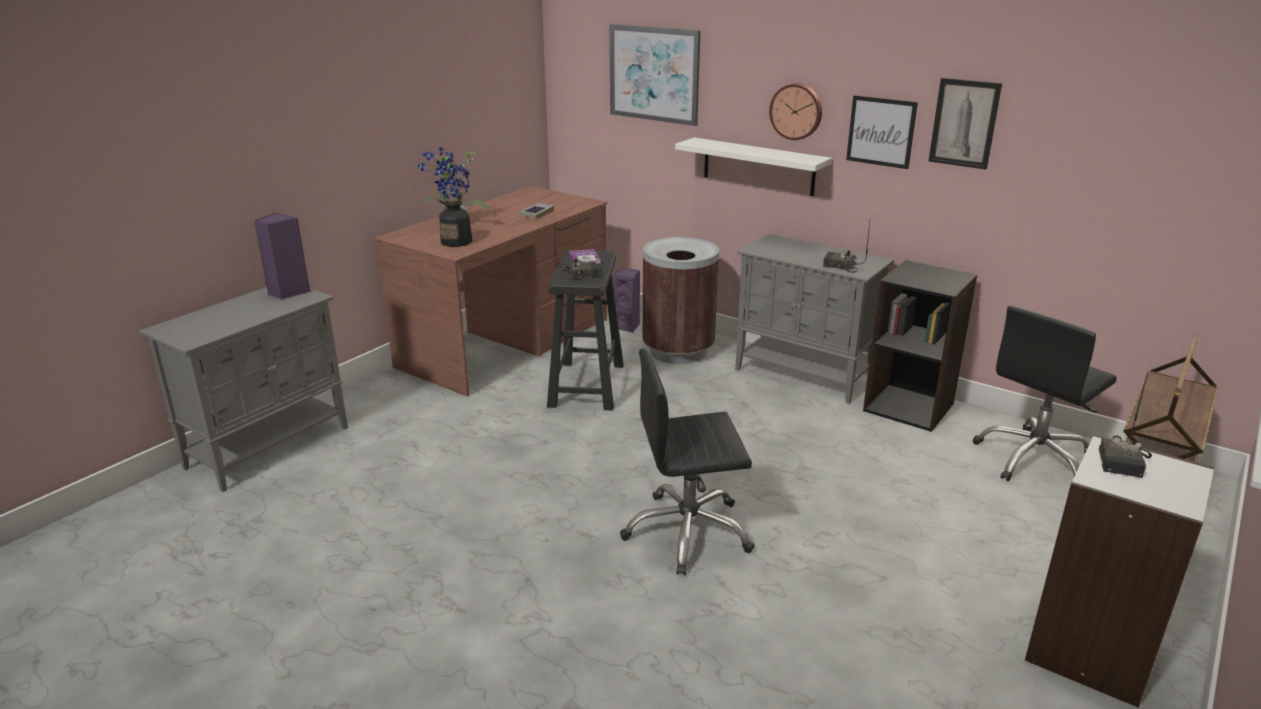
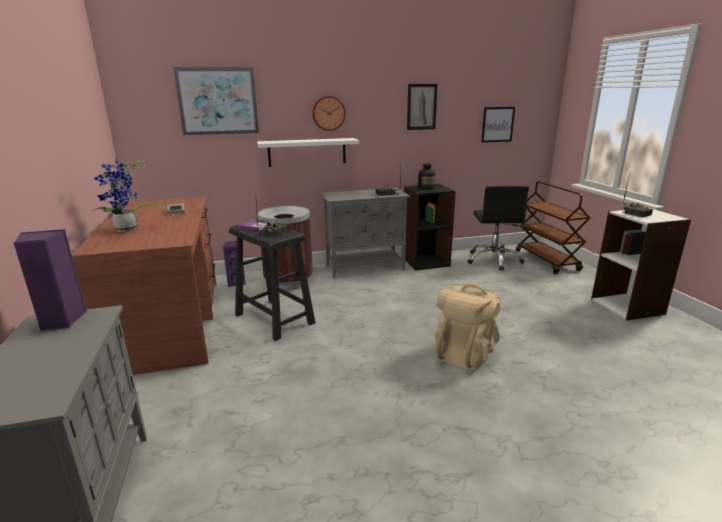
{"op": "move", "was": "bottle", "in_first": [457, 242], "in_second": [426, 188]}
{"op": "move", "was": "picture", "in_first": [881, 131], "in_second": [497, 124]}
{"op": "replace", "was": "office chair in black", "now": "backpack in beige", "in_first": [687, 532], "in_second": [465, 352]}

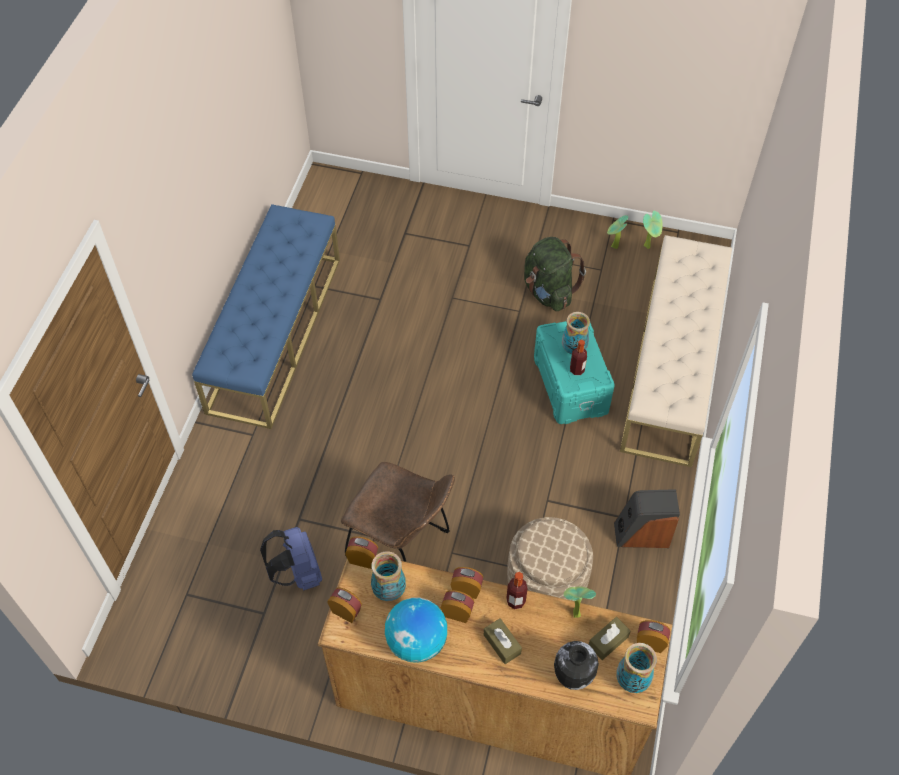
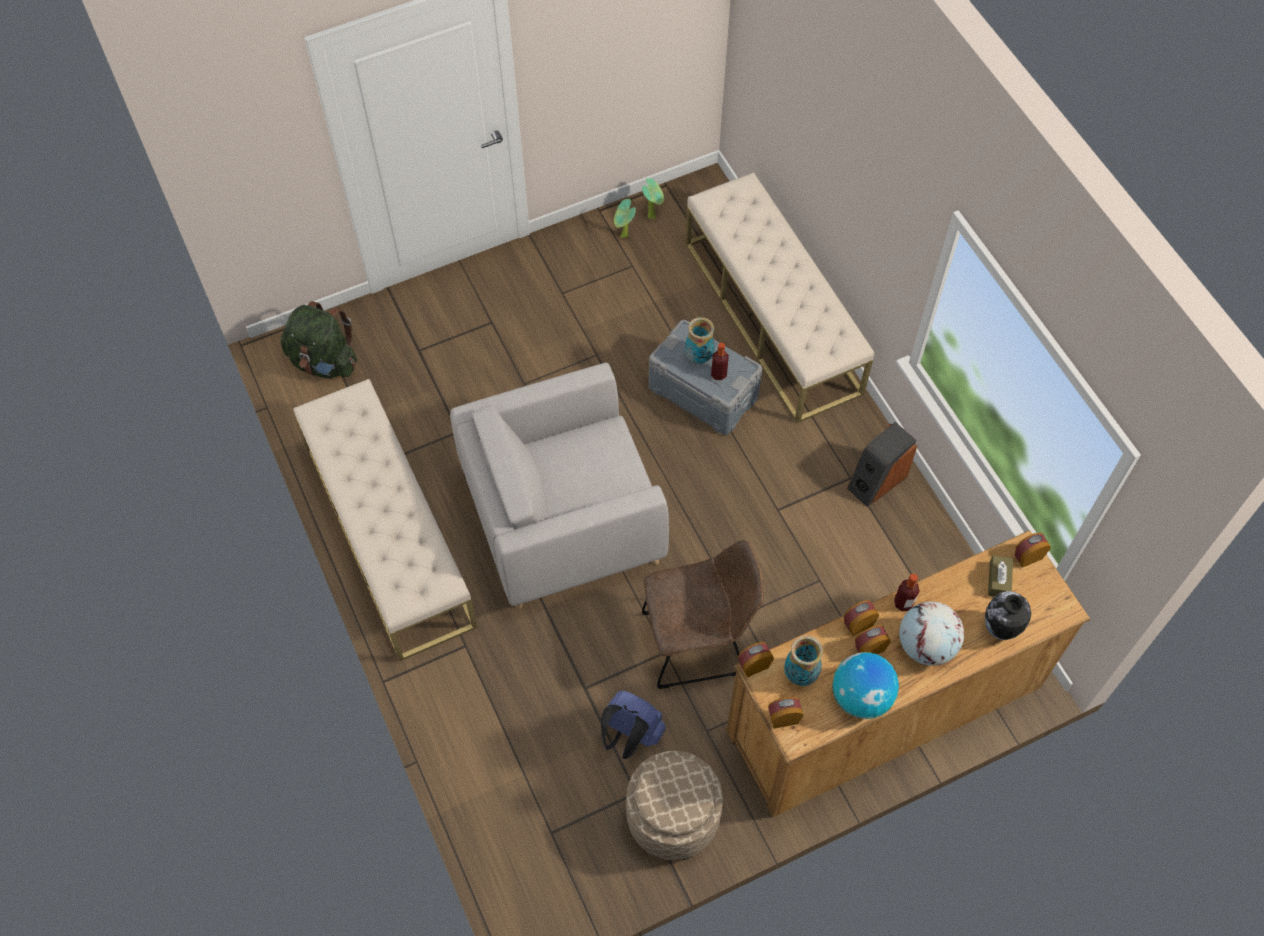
{"op": "delete", "was": "potted plant", "in_first": [574, 612]}
{"op": "delete", "was": "vase", "in_first": [631, 680]}
{"op": "insert", "now": "armchair in grey", "in_second": [562, 519]}
{"op": "move", "was": "ottoman in beige", "in_first": [546, 580], "in_second": [672, 817]}
{"op": "move", "was": "backpack in green", "in_first": [548, 292], "in_second": [324, 362]}
{"op": "replace", "was": "tissue box in brown", "now": "globe", "in_first": [502, 644], "in_second": [926, 645]}
{"op": "recolor", "was": "bench in blue", "now": "bench in beige", "in_first": [275, 333], "in_second": [389, 535]}
{"op": "recolor", "was": "storage box in turquoise", "now": "storage box in grey", "in_first": [571, 384], "in_second": [703, 391]}

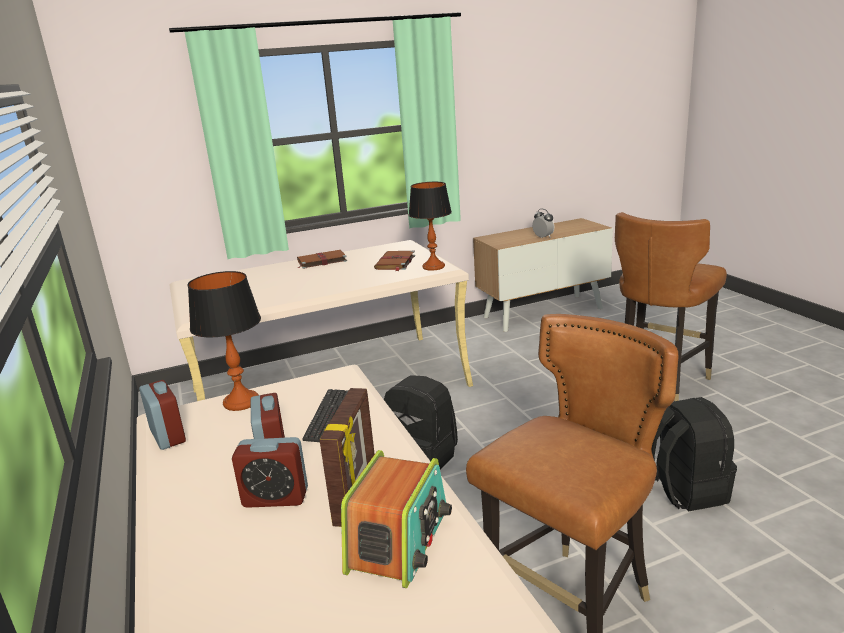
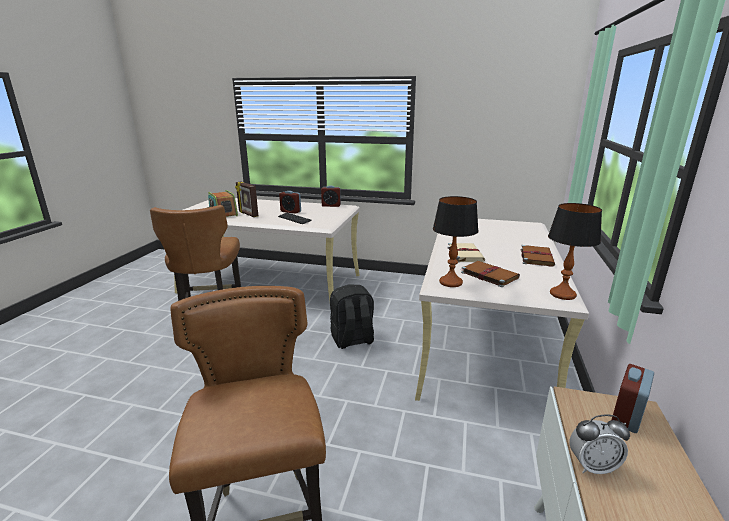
{"op": "delete", "was": "backpack in black", "in_first": [685, 490]}
{"op": "insert", "now": "book in beige", "in_second": [464, 254]}
{"op": "move", "was": "table lamp", "in_first": [242, 402], "in_second": [562, 294]}
{"op": "move", "was": "alarm clock", "in_first": [275, 498], "in_second": [627, 416]}

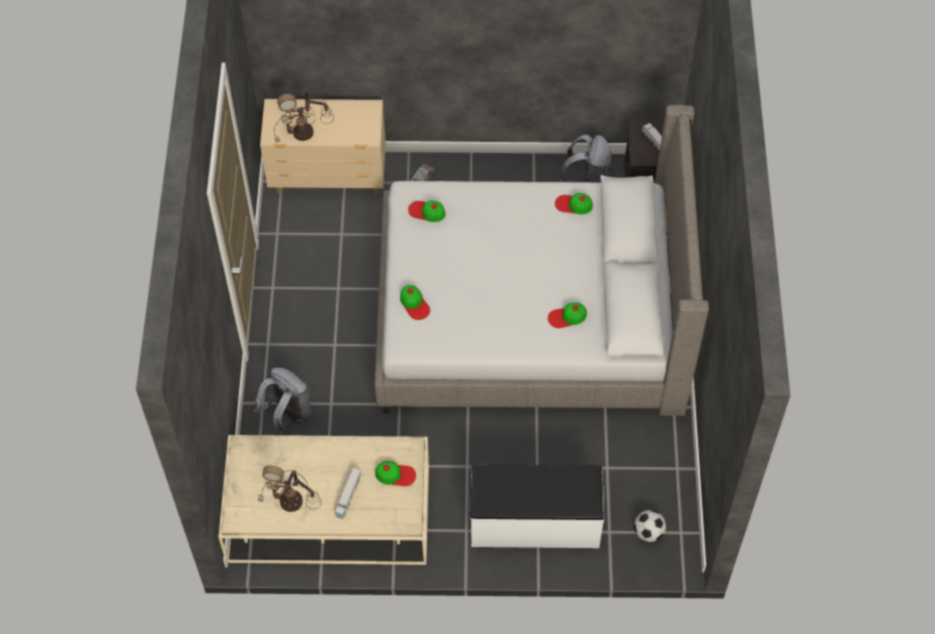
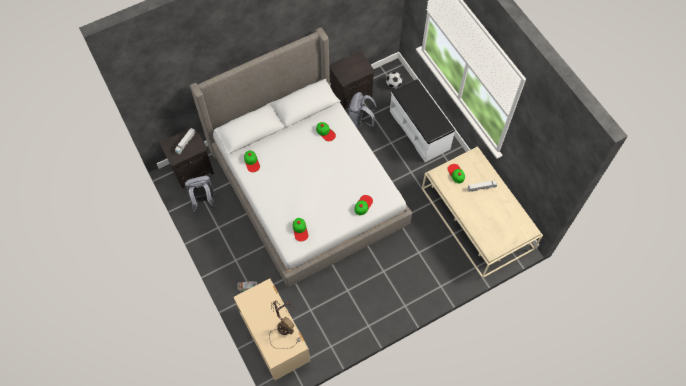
{"op": "delete", "was": "table lamp", "in_first": [292, 503]}
{"op": "insert", "now": "nightstand in black", "in_second": [351, 95]}
{"op": "move", "was": "backpack in grey", "in_first": [288, 415], "in_second": [361, 121]}

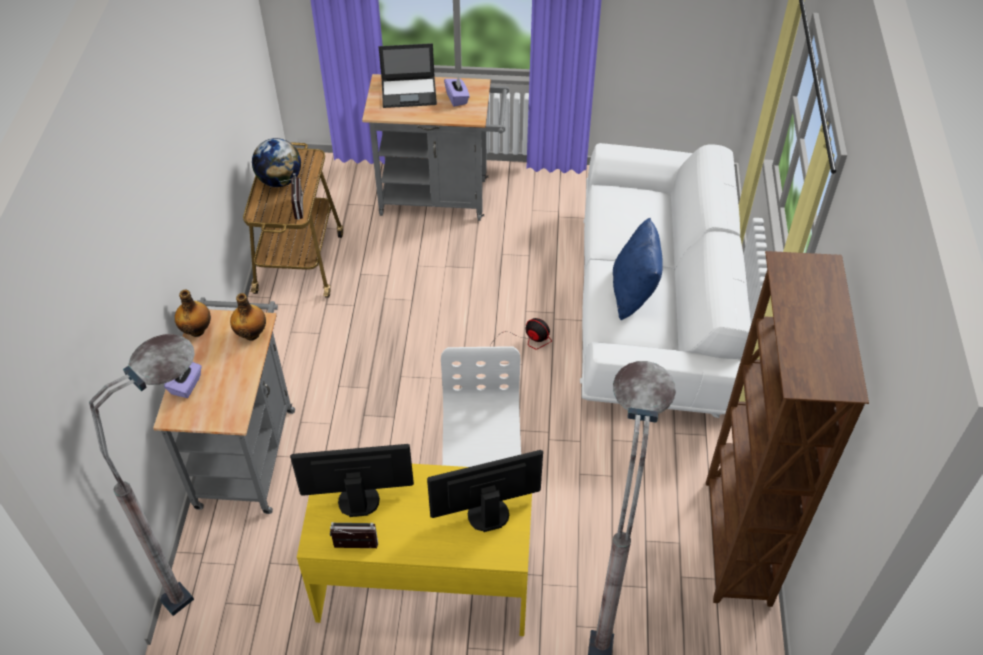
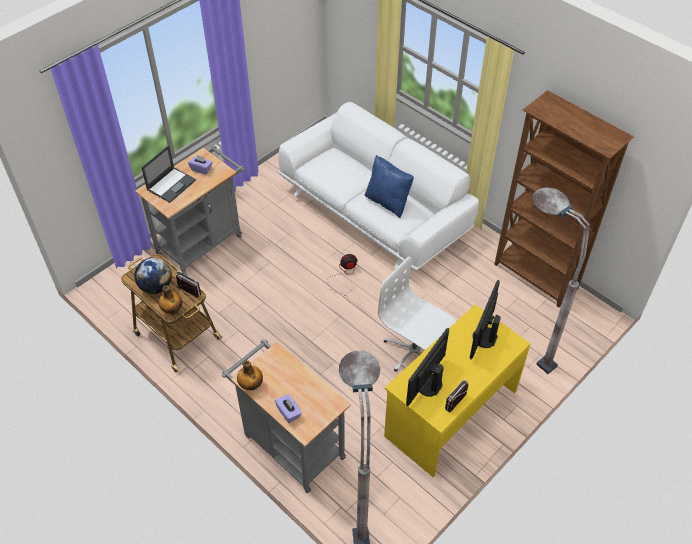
{"op": "move", "was": "bottle", "in_first": [252, 333], "in_second": [172, 310]}

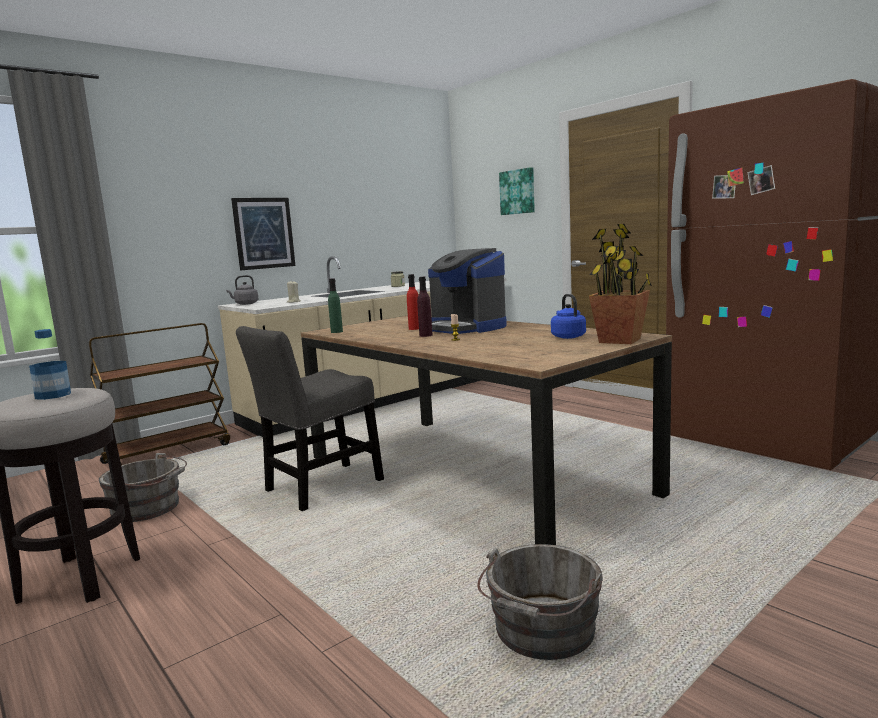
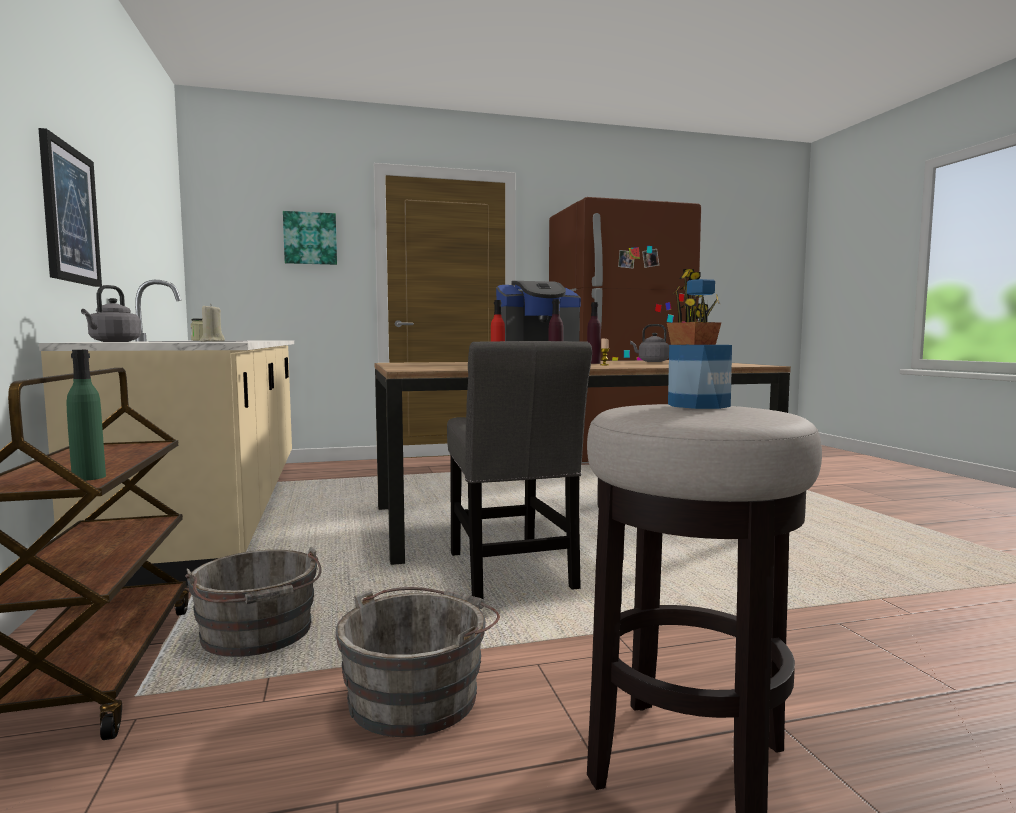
{"op": "insert", "now": "bottle in purple", "in_second": [593, 363]}
{"op": "move", "was": "bottle in green", "in_first": [336, 332], "in_second": [89, 477]}
{"op": "move", "was": "bucket in grey", "in_first": [542, 632], "in_second": [258, 635]}
{"op": "recolor", "was": "kettle in blue", "now": "kettle in grey", "in_first": [567, 336], "in_second": [651, 361]}

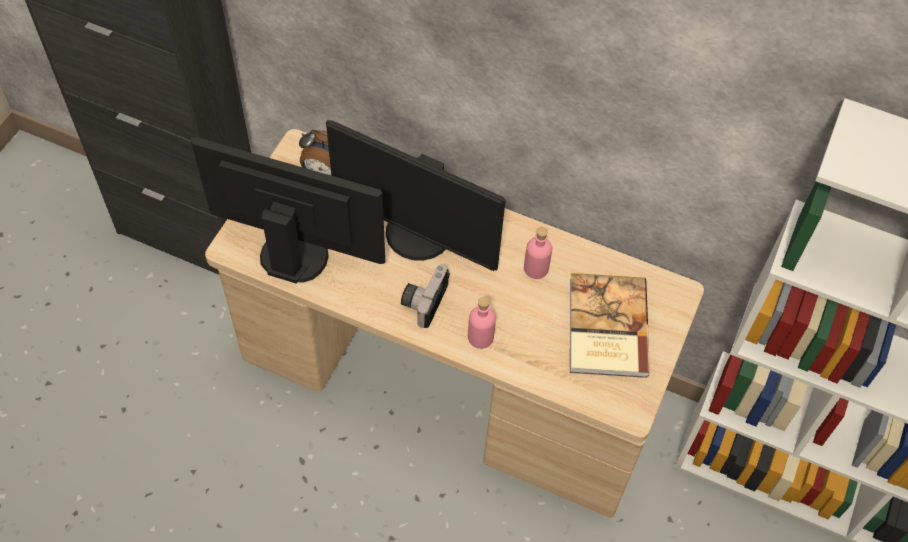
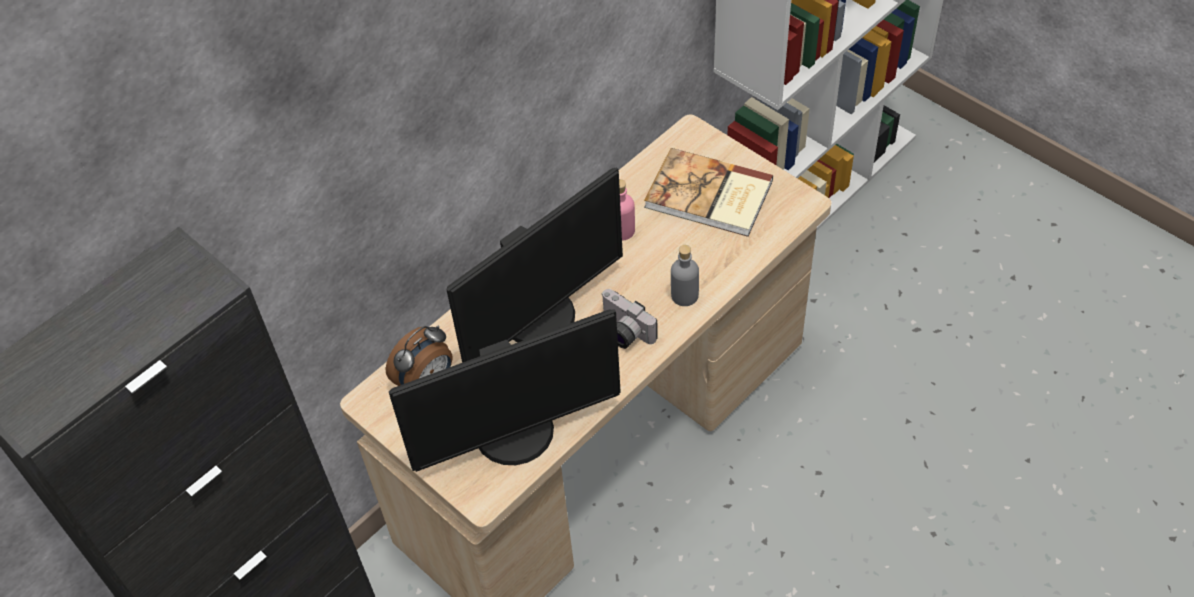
{"op": "recolor", "was": "bottle in pink", "now": "bottle in grey", "in_first": [480, 337], "in_second": [684, 295]}
{"op": "rotate", "was": "monitor", "in_first": [295, 252], "in_second": [516, 434], "clockwise": -150}

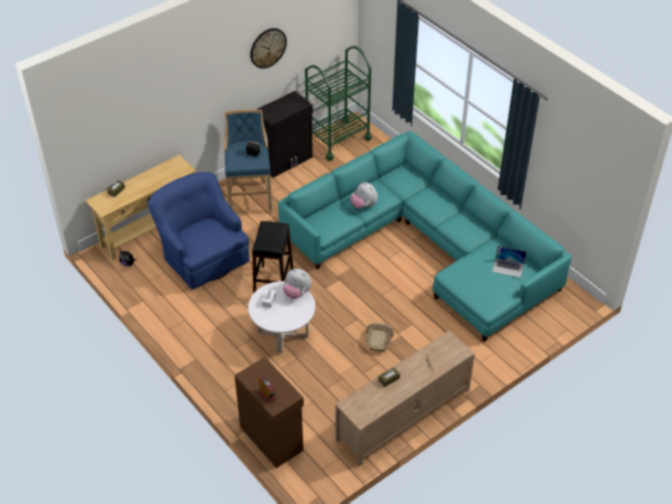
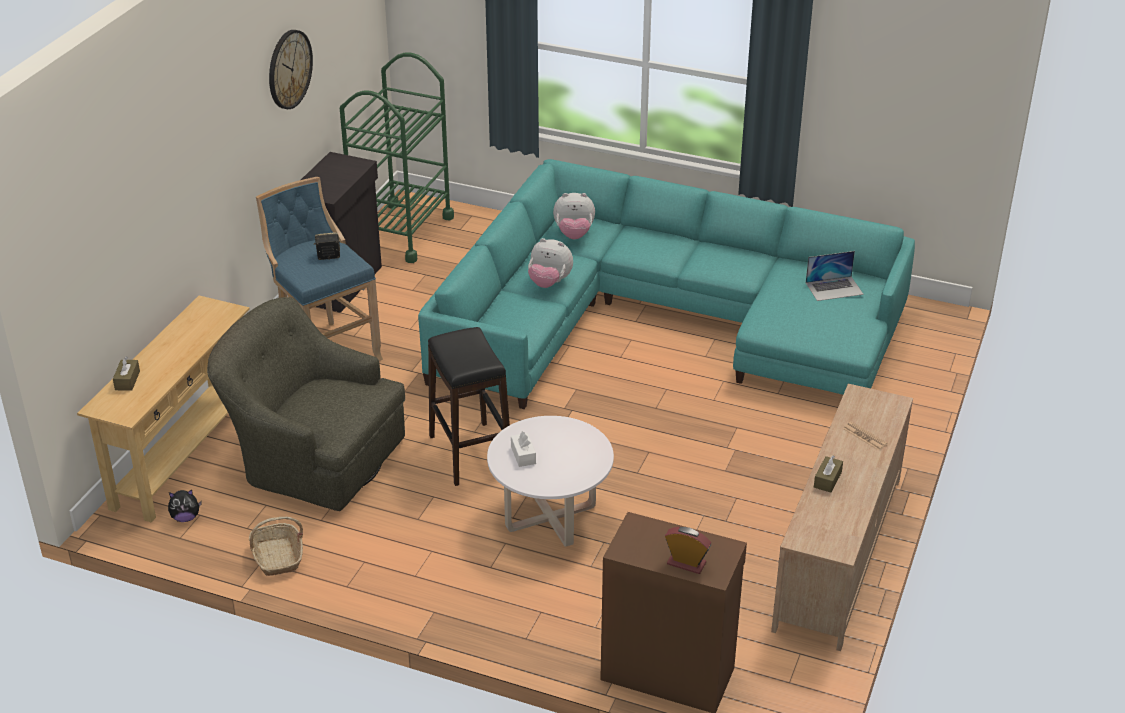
{"op": "move", "was": "plush toy", "in_first": [297, 293], "in_second": [574, 234]}
{"op": "move", "was": "basket", "in_first": [378, 341], "in_second": [277, 557]}
{"op": "recolor", "was": "armchair in blue", "now": "armchair in green", "in_first": [202, 255], "in_second": [313, 457]}

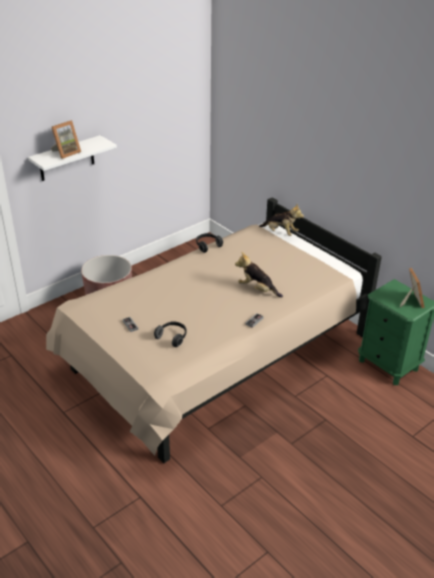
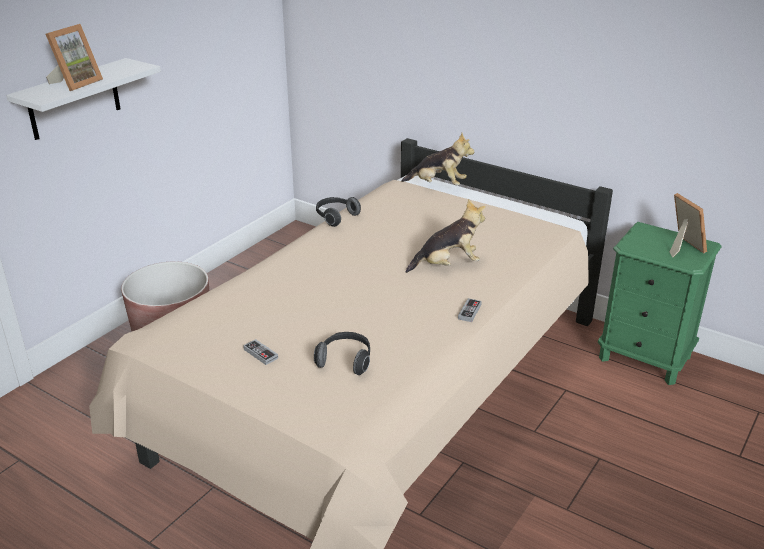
{"op": "rotate", "was": "plush toy", "in_first": [257, 289], "in_second": [447, 265], "clockwise": 150}

